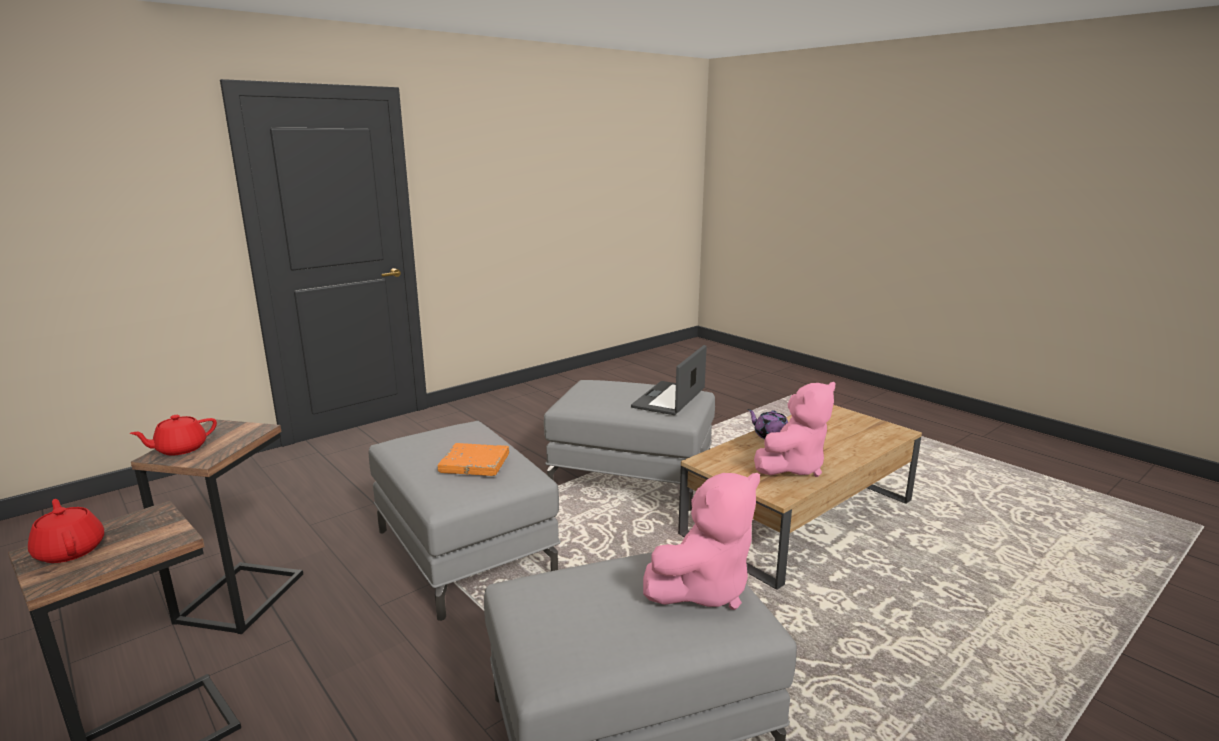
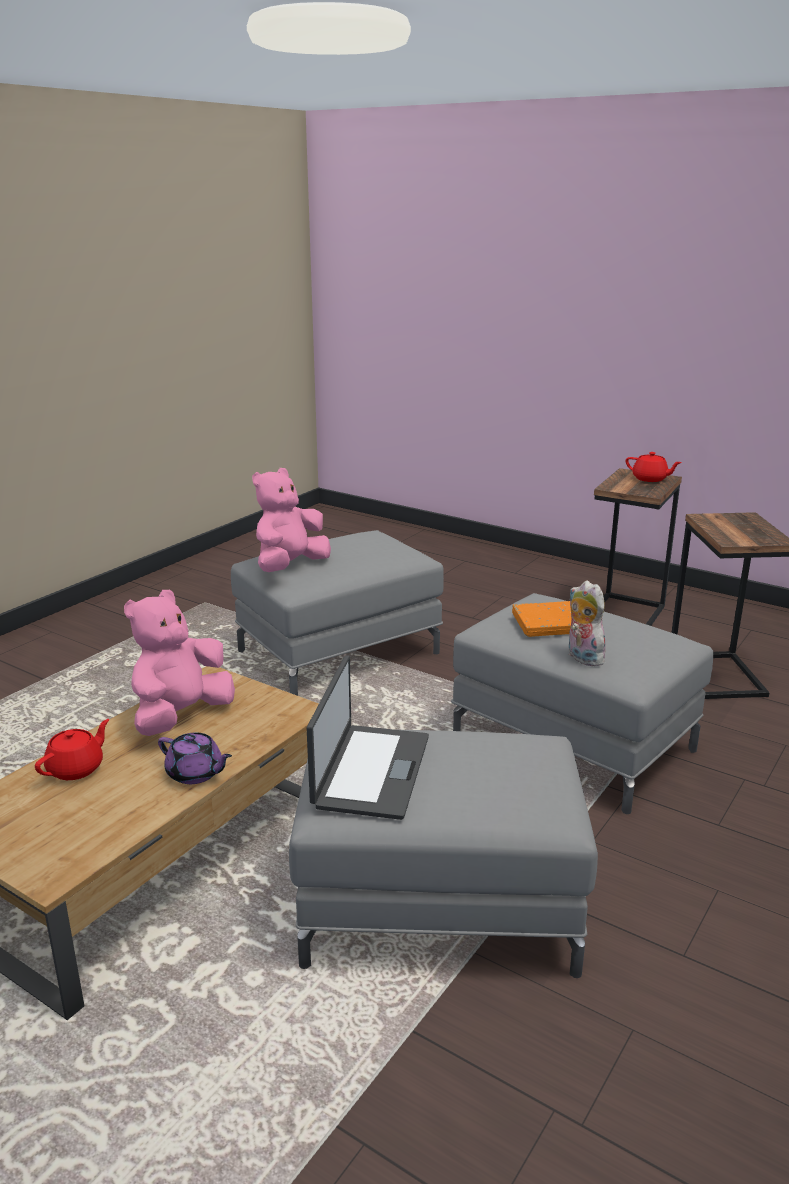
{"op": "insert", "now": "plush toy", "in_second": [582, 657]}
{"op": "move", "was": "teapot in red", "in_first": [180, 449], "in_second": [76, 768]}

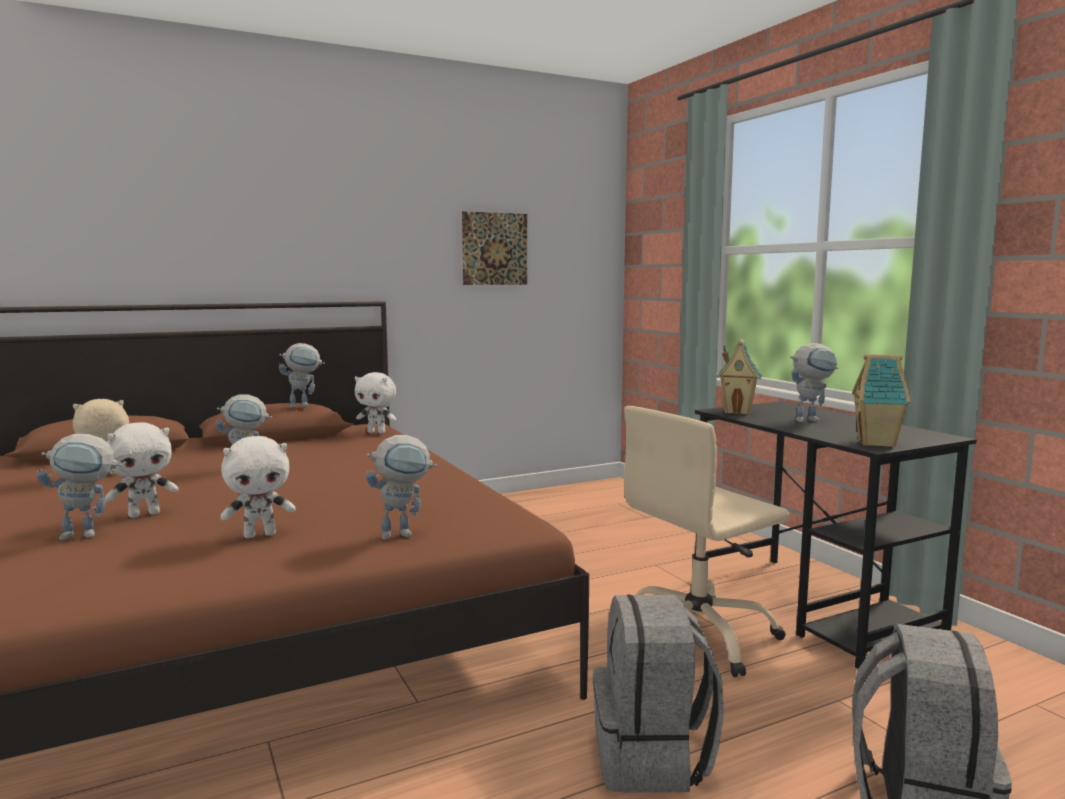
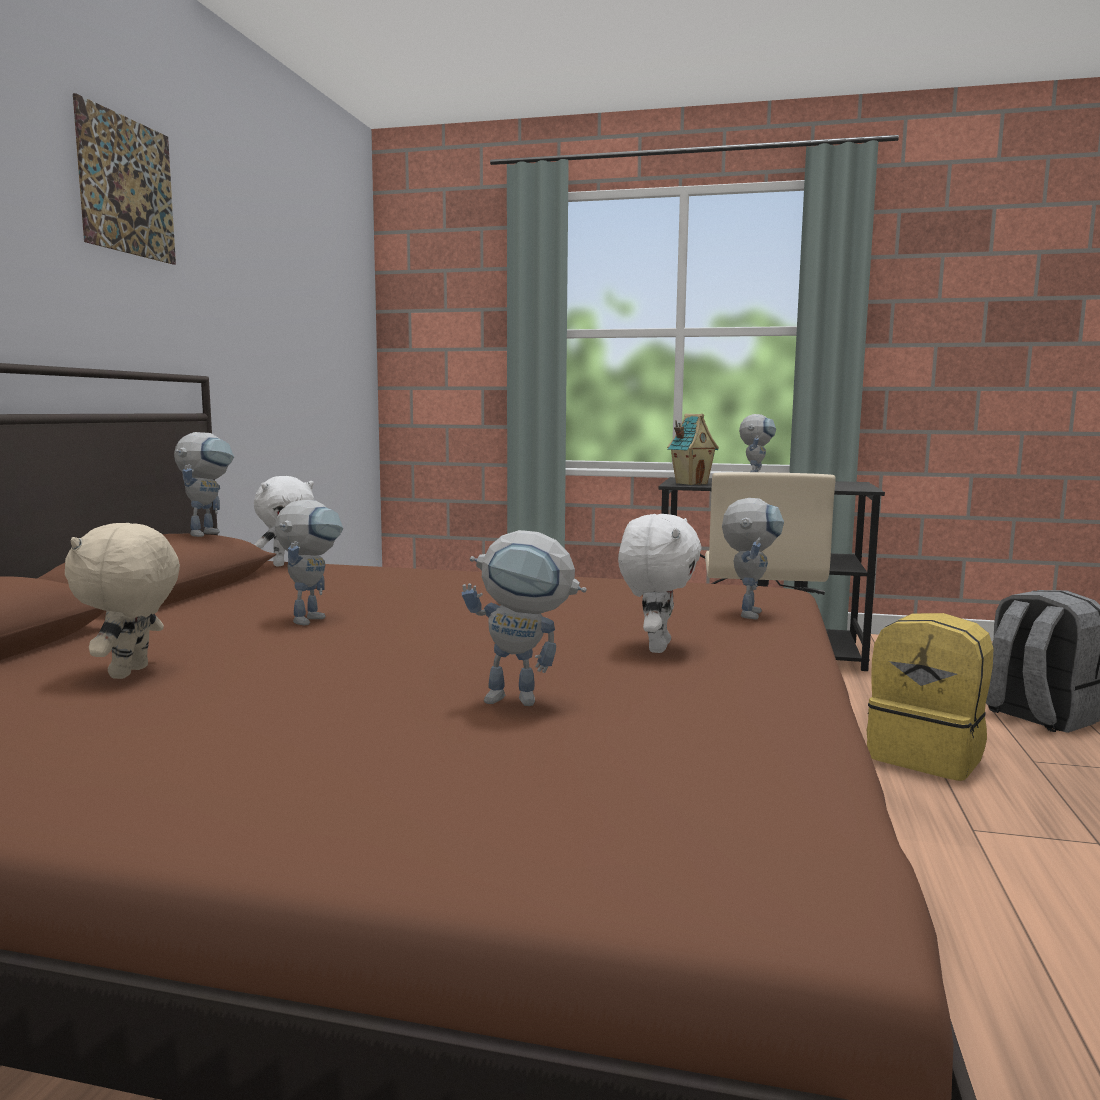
{"op": "delete", "was": "plush toy in white", "in_first": [144, 514]}
{"op": "delete", "was": "toy house", "in_first": [878, 443]}
{"op": "move", "was": "picture", "in_first": [495, 249], "in_second": [127, 186]}
{"op": "recolor", "was": "backpack in grey", "now": "backpack in yellow", "in_first": [652, 759], "in_second": [927, 756]}
{"op": "rotate", "was": "toy robot", "in_first": [88, 534], "in_second": [526, 700], "clockwise": 75}

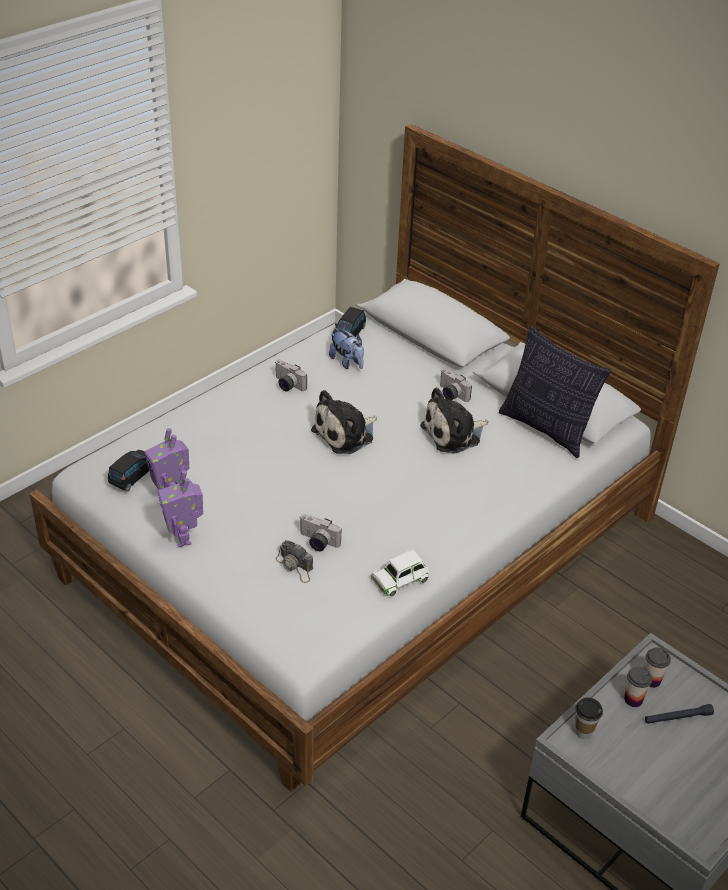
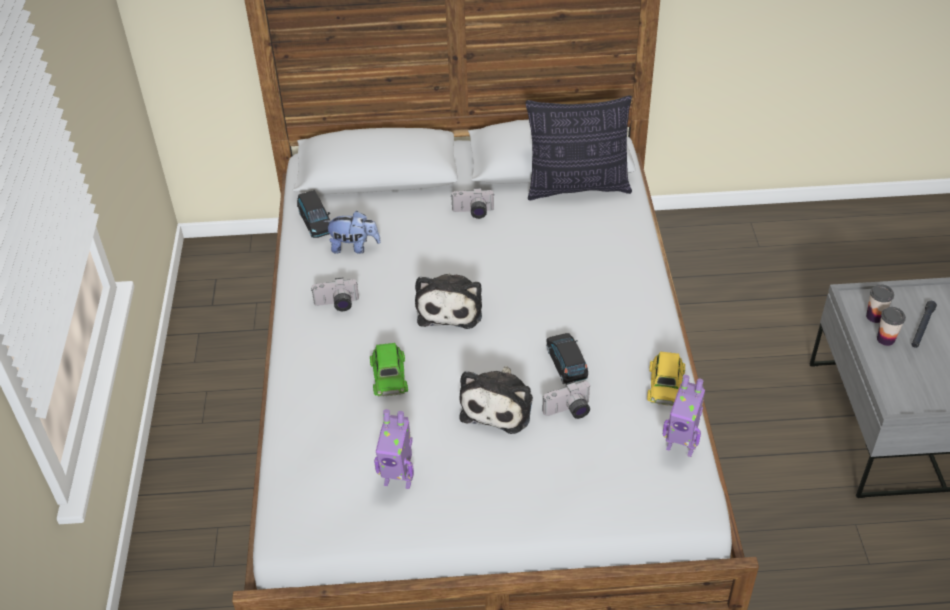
{"op": "delete", "was": "photo camera", "in_first": [295, 566]}
{"op": "delete", "was": "cup", "in_first": [583, 731]}
{"op": "insert", "now": "toy car in green", "in_second": [389, 375]}
{"op": "move", "was": "toy car in black", "in_first": [133, 475], "in_second": [566, 364]}
{"op": "move", "was": "toy robot", "in_first": [184, 538], "in_second": [681, 445]}
{"op": "move", "was": "plush toy", "in_first": [454, 434], "in_second": [499, 405]}
{"op": "recolor", "was": "toy car in white", "now": "toy car in yellow", "in_first": [400, 578], "in_second": [665, 384]}

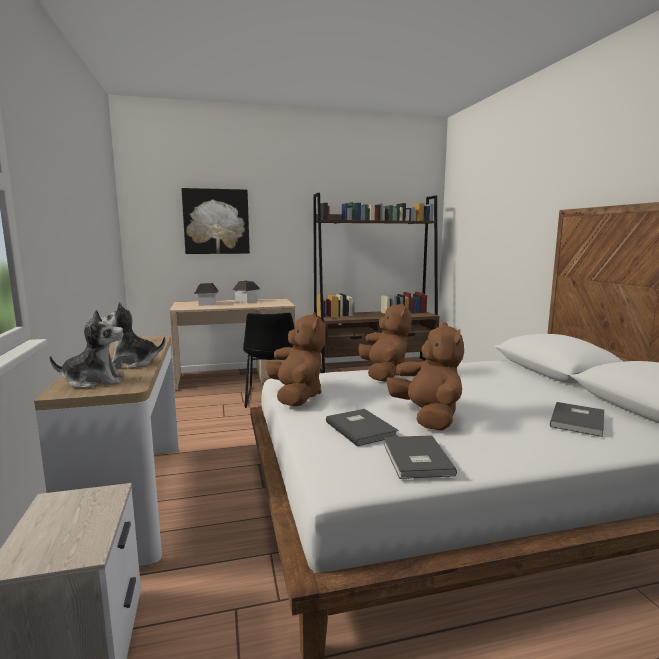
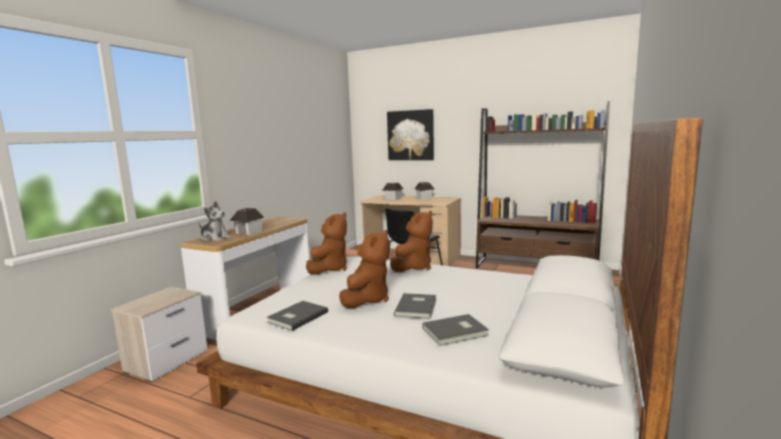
{"op": "move", "was": "book in grey", "in_first": [361, 428], "in_second": [417, 307]}
{"op": "replace", "was": "plush toy", "now": "toy house", "in_first": [132, 363], "in_second": [248, 232]}

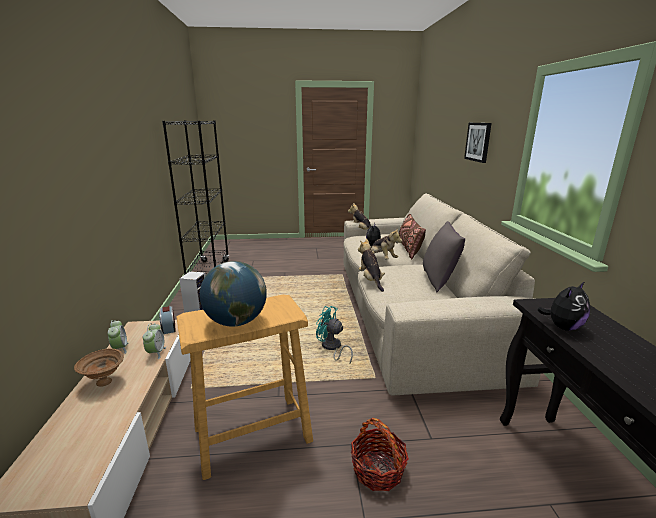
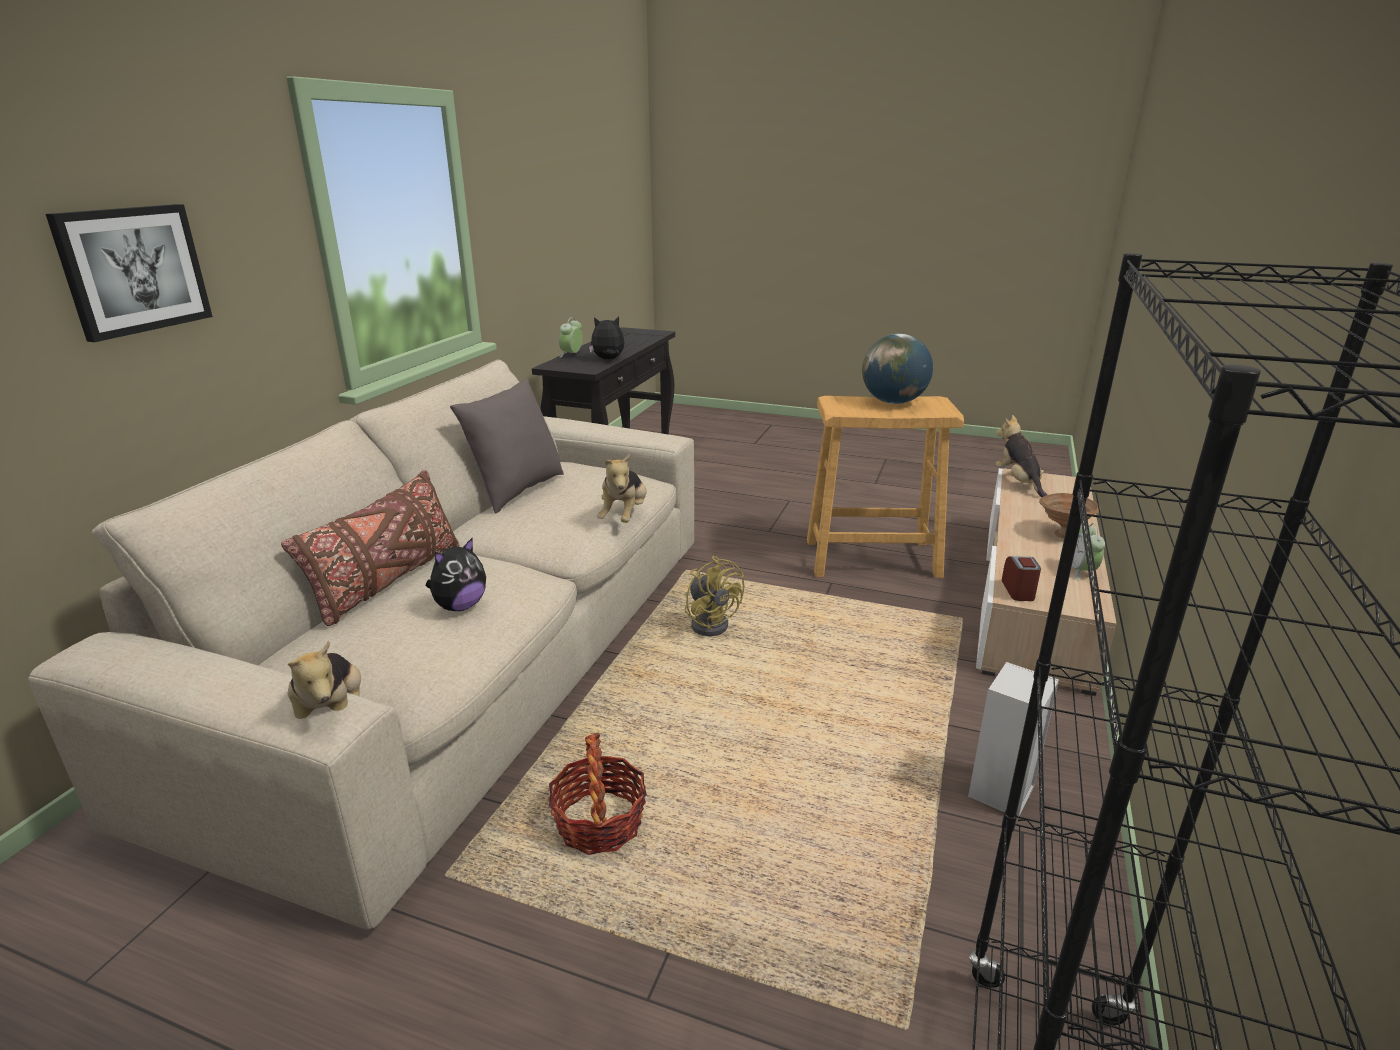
{"op": "move", "was": "alarm clock", "in_first": [156, 353], "in_second": [571, 355]}
{"op": "move", "was": "basket", "in_first": [378, 470], "in_second": [599, 823]}
{"op": "move", "was": "plush toy", "in_first": [381, 258], "in_second": [1018, 483]}
{"op": "recolor", "was": "fan in turquoise", "now": "fan in yellow", "in_first": [332, 348], "in_second": [711, 623]}

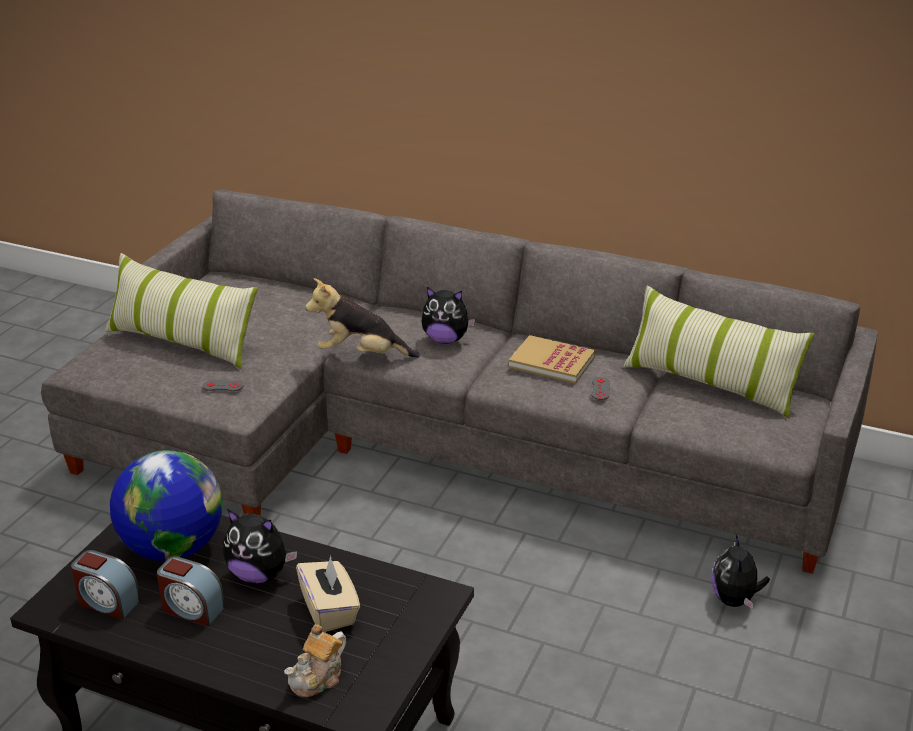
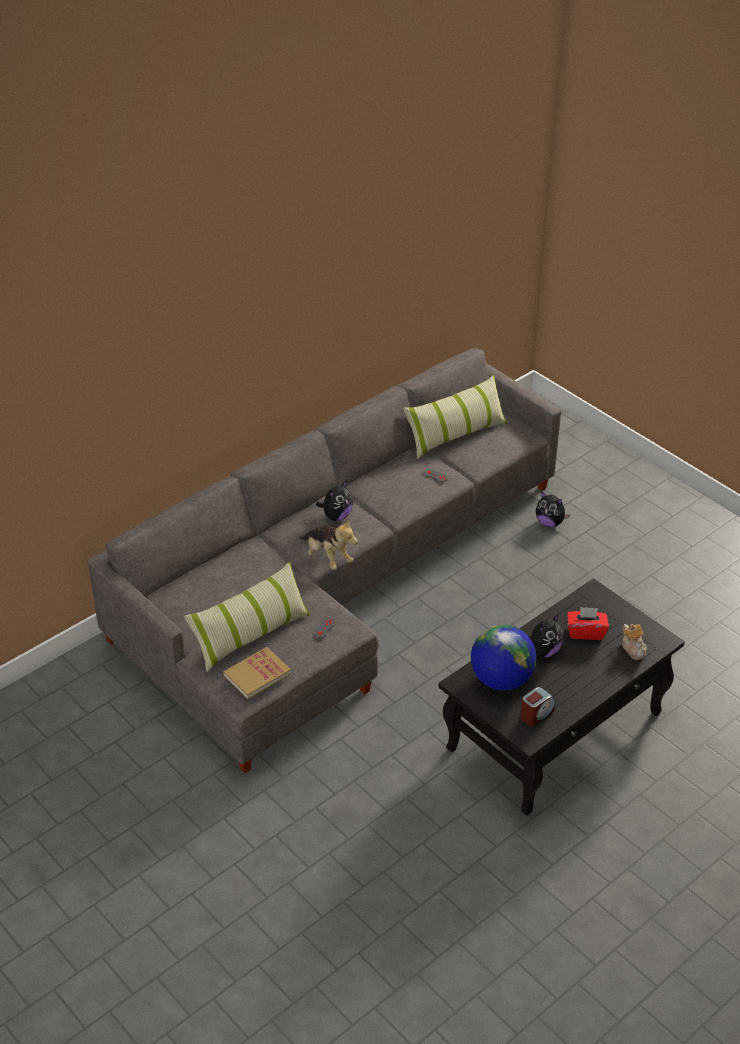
{"op": "delete", "was": "alarm clock", "in_first": [192, 609]}
{"op": "move", "was": "book", "in_first": [552, 362], "in_second": [257, 674]}
{"op": "recolor", "was": "tissue box in beige", "now": "tissue box in red", "in_first": [329, 610], "in_second": [586, 632]}
{"op": "rotate", "was": "plush toy", "in_first": [361, 354], "in_second": [327, 557], "clockwise": -75}

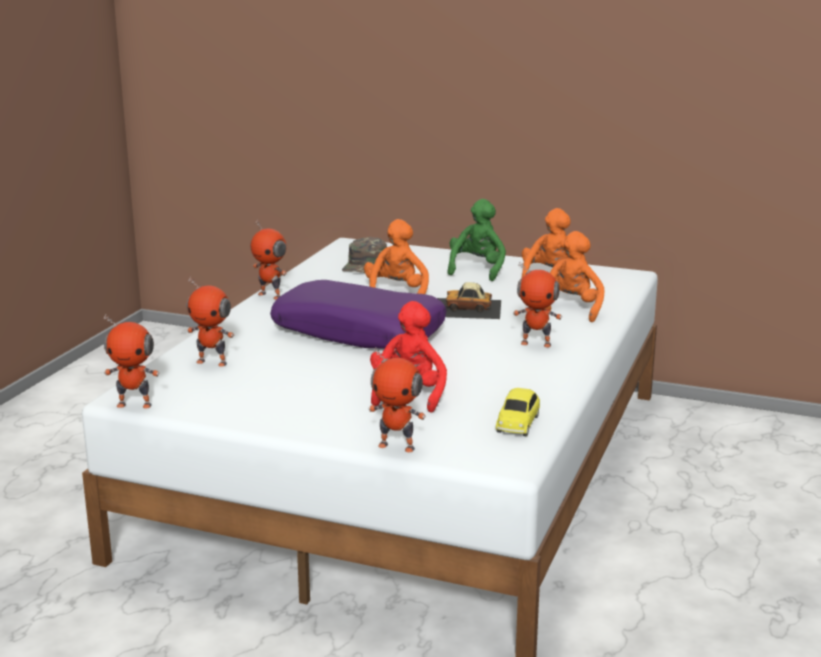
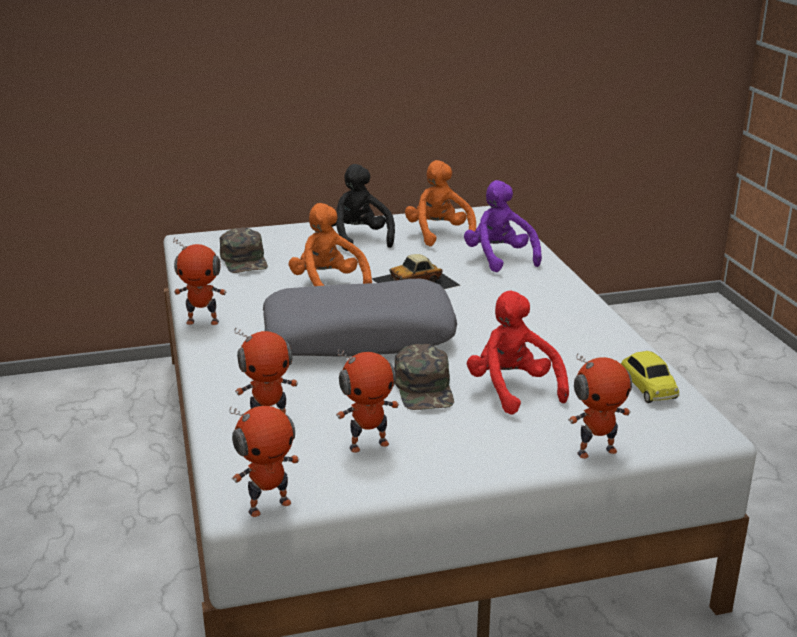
{"op": "insert", "now": "cap in green", "in_second": [425, 388]}
{"op": "move", "was": "toy robot", "in_first": [536, 343], "in_second": [368, 444]}
{"op": "recolor", "was": "pillow in purple", "now": "pillow in grey", "in_first": [359, 331], "in_second": [359, 336]}
{"op": "recolor", "was": "plush toy in green", "now": "plush toy in black", "in_first": [477, 270], "in_second": [358, 239]}
{"op": "recolor", "was": "plush toy in orange", "now": "plush toy in purple", "in_first": [569, 309], "in_second": [499, 258]}

